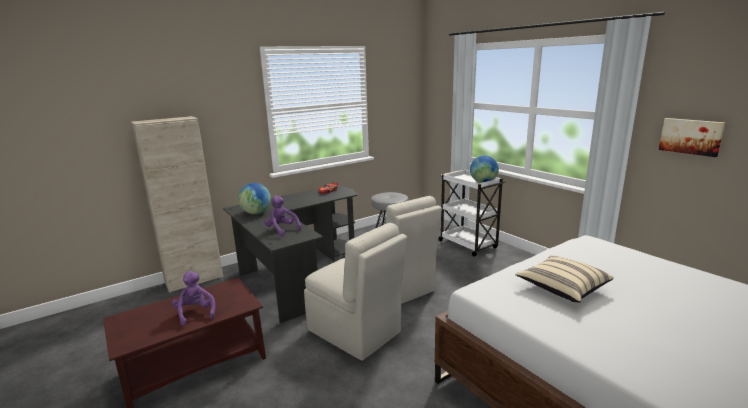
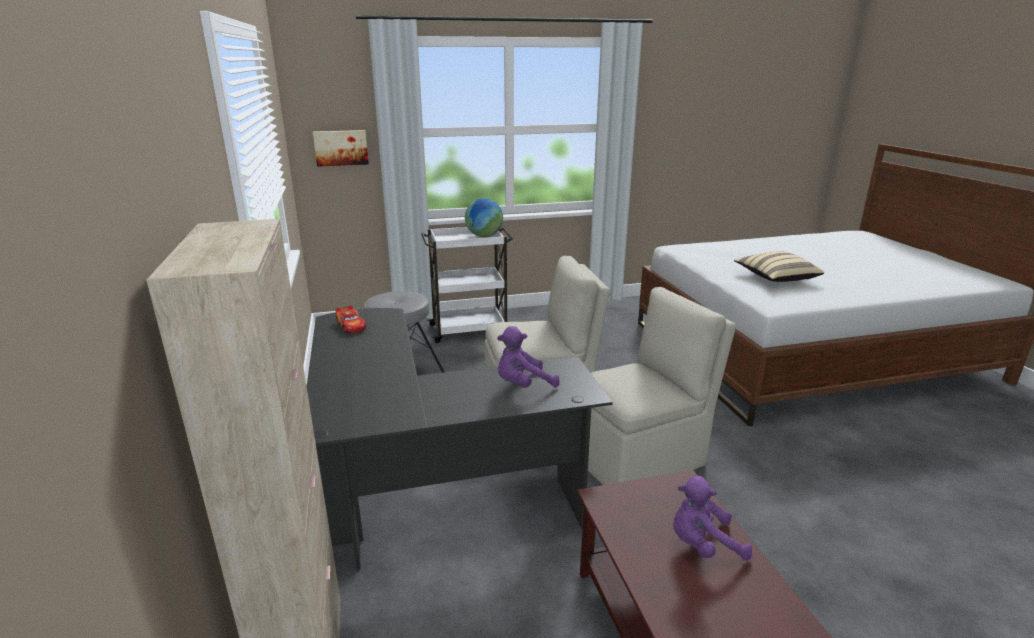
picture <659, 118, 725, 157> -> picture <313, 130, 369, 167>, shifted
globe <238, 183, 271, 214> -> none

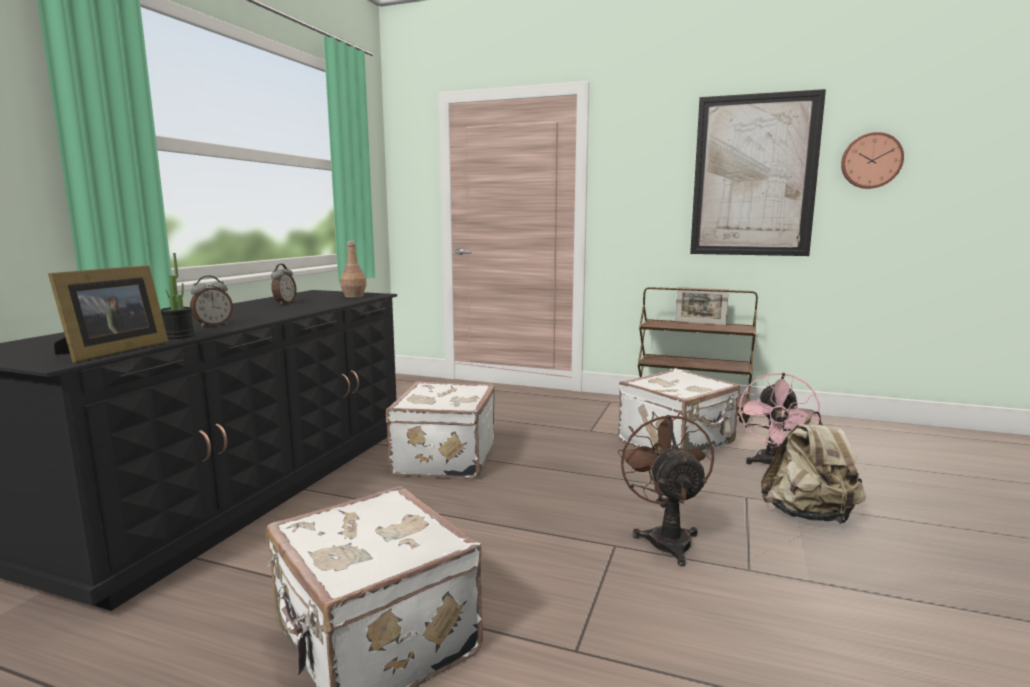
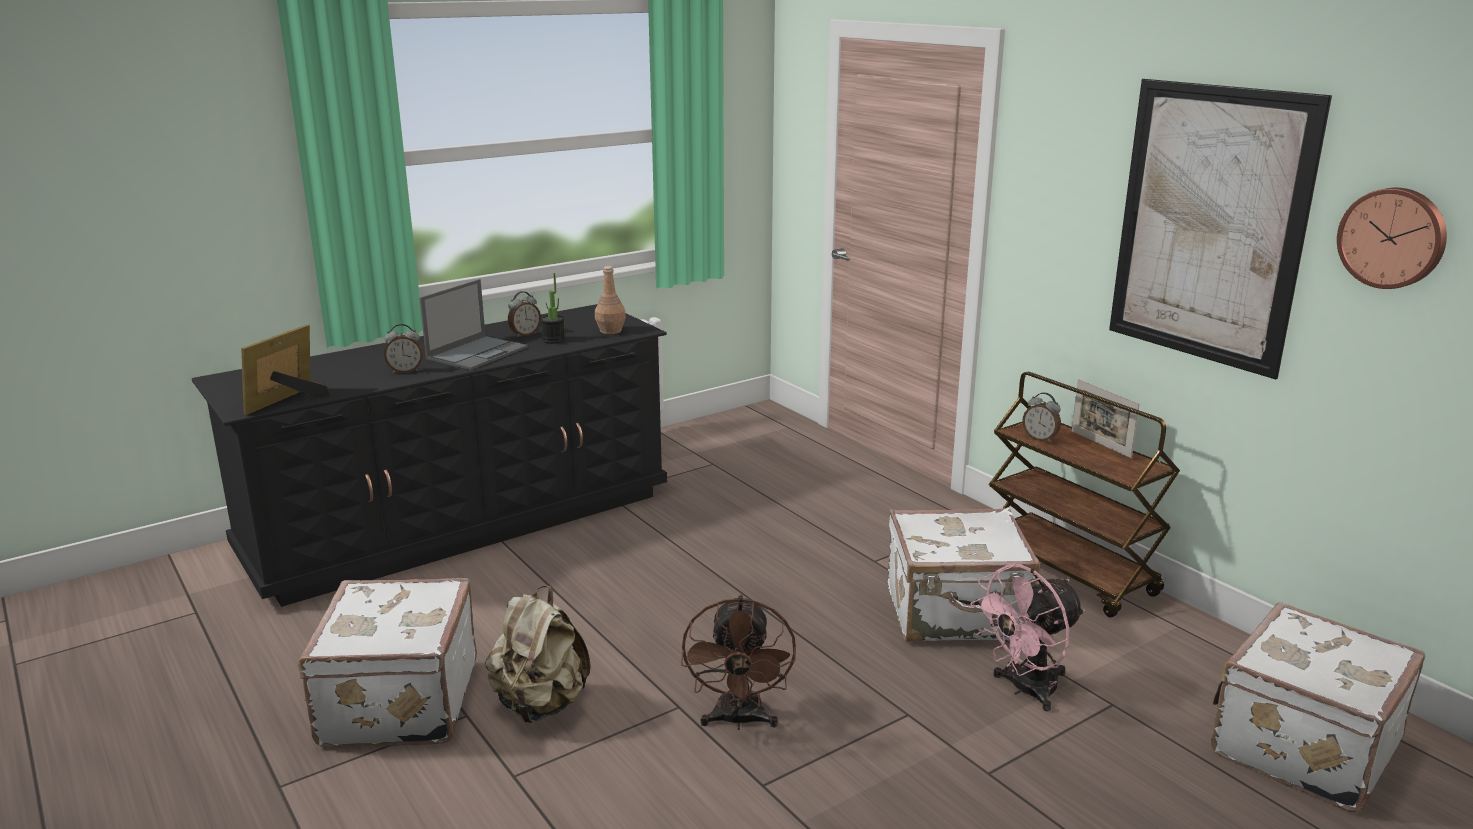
potted plant <160, 253, 195, 339> -> potted plant <541, 273, 565, 344>, shifted
picture frame <48, 265, 169, 363> -> picture frame <241, 324, 329, 415>, 150 degrees clockwise
white suitcase <386, 381, 495, 479> -> white suitcase <1211, 602, 1425, 813>, shifted
beige backpack <761, 411, 866, 524> -> beige backpack <485, 586, 591, 723>, shifted
brown fan <617, 412, 714, 566> -> brown fan <681, 594, 796, 730>, 150 degrees clockwise
none -> laptop <419, 279, 528, 370>
none -> alarm clock <1023, 392, 1061, 443>

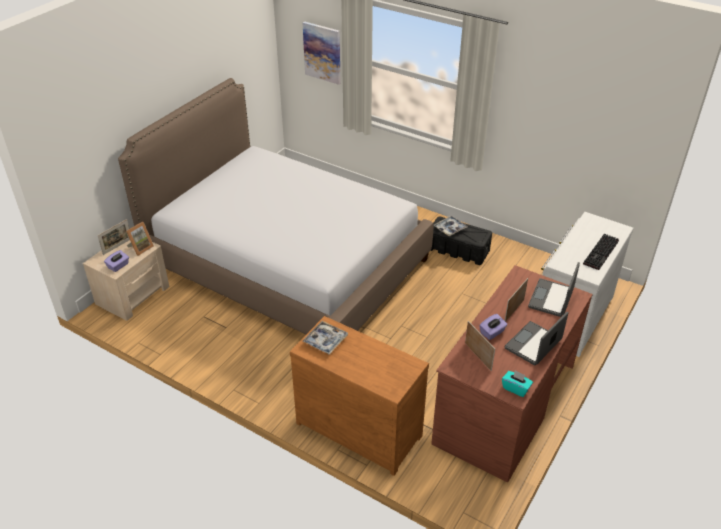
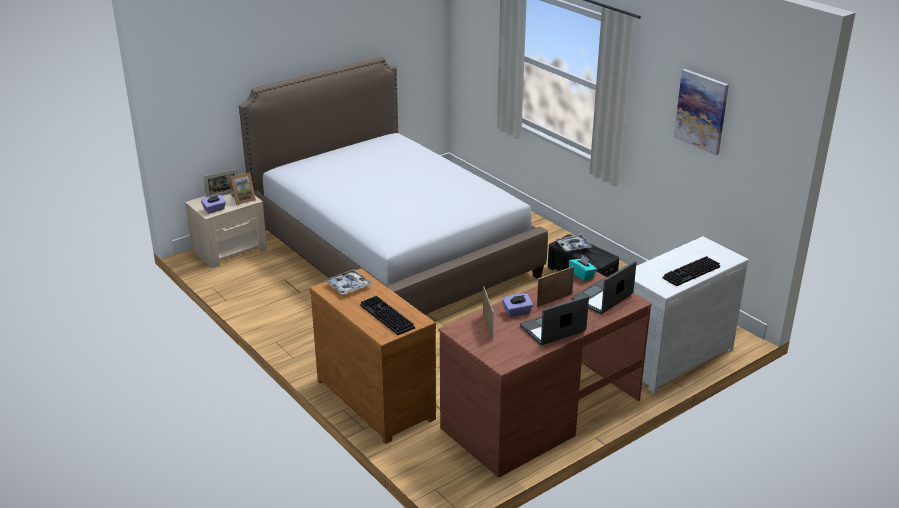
picture <303, 21, 341, 85> -> picture <674, 69, 729, 155>, shifted
turquoise tissue box <502, 370, 533, 397> -> turquoise tissue box <569, 255, 597, 281>, shifted
none -> keyboard <360, 296, 415, 335>

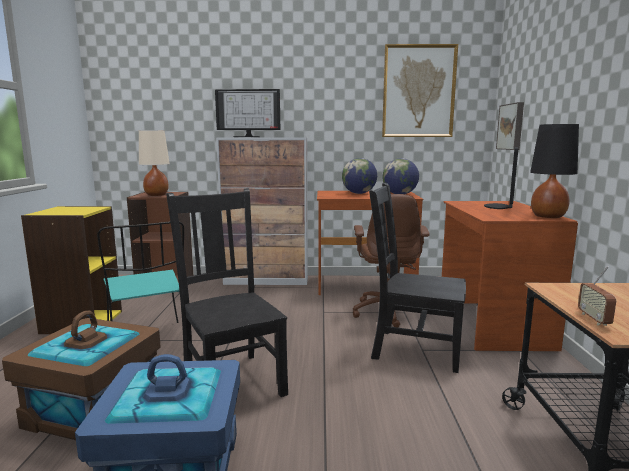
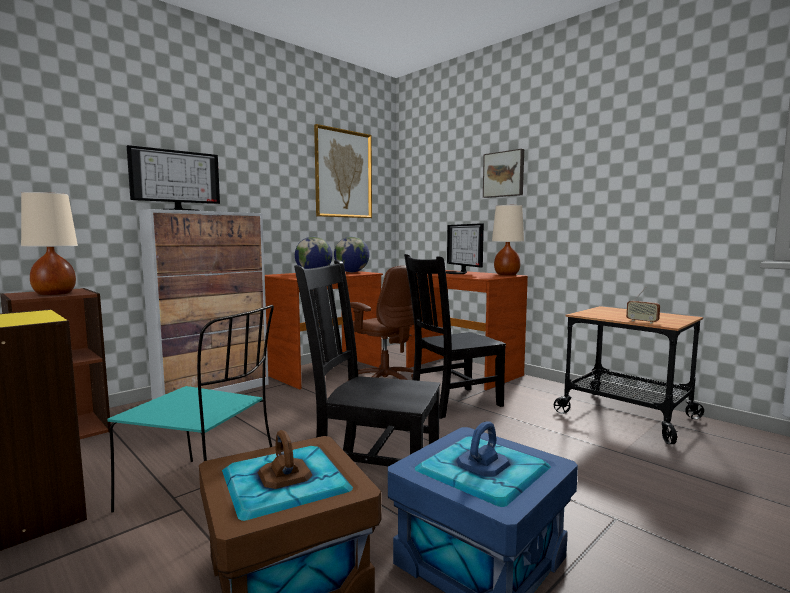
picture <496, 102, 524, 150> -> picture <483, 149, 524, 198>, shifted
black table lamp <530, 124, 579, 218> -> beige table lamp <492, 205, 524, 275>

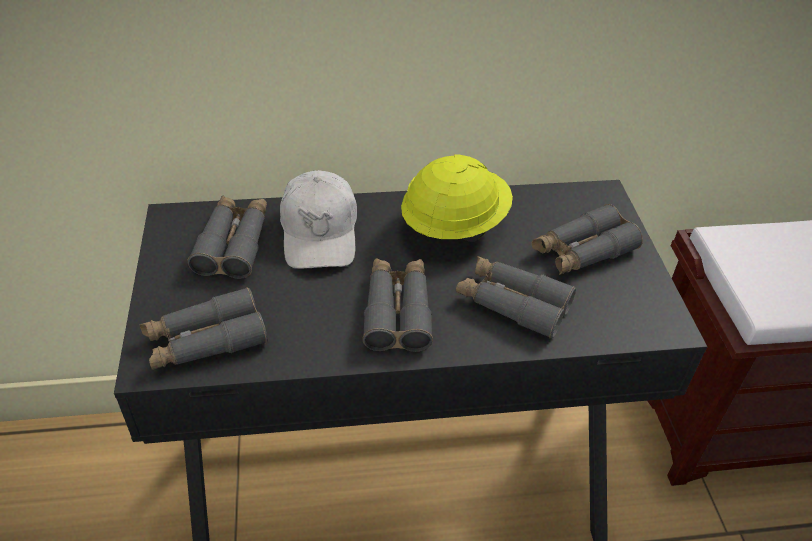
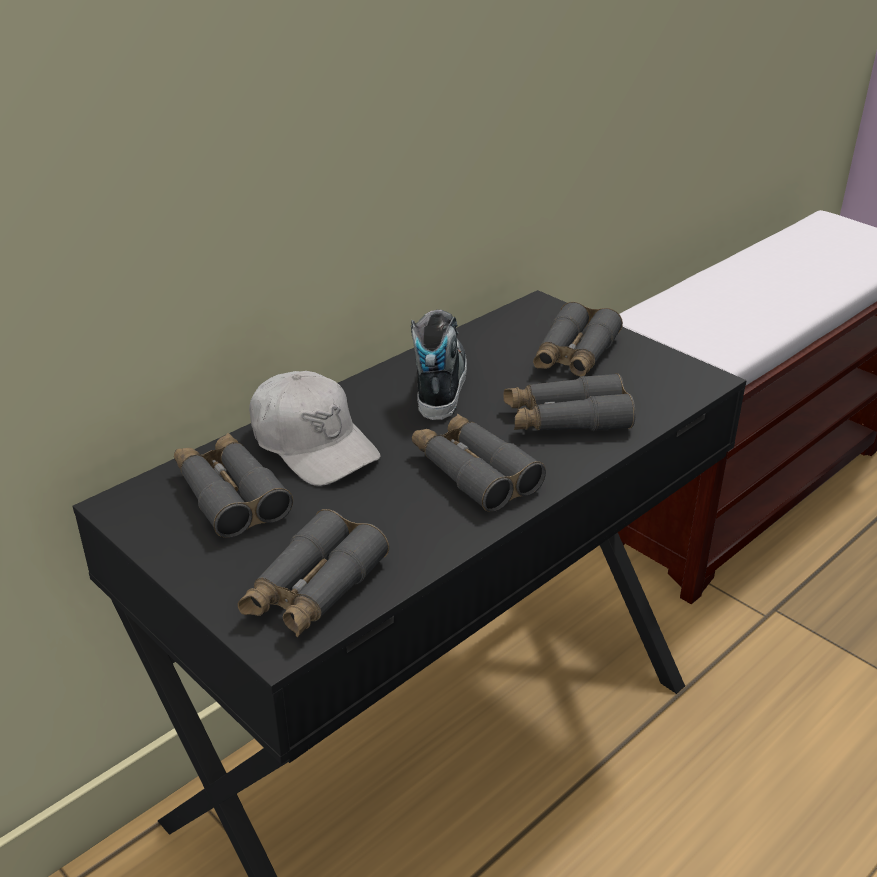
yellow hard hat <401, 154, 513, 242> -> shoe <411, 310, 467, 420>

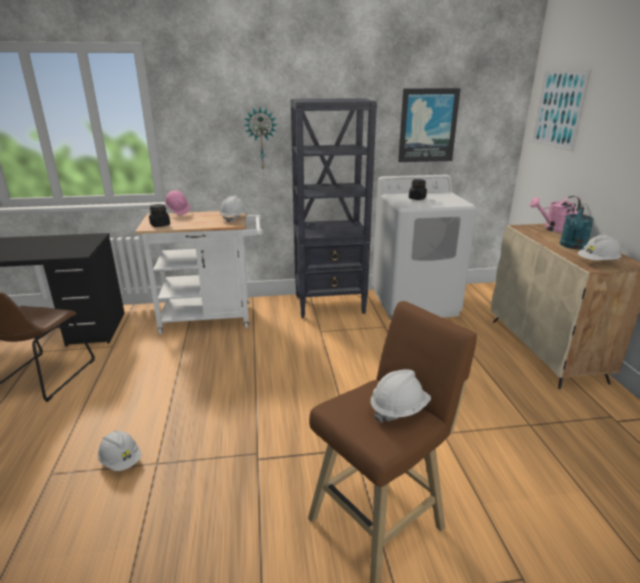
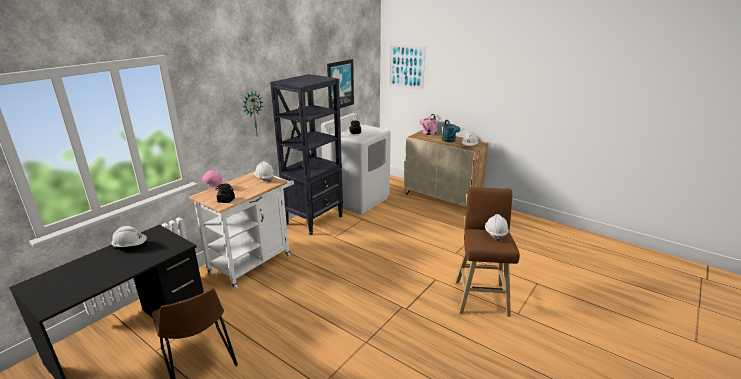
white hard hat <98, 430, 142, 471> -> white hard hat <111, 226, 147, 247>, shifted

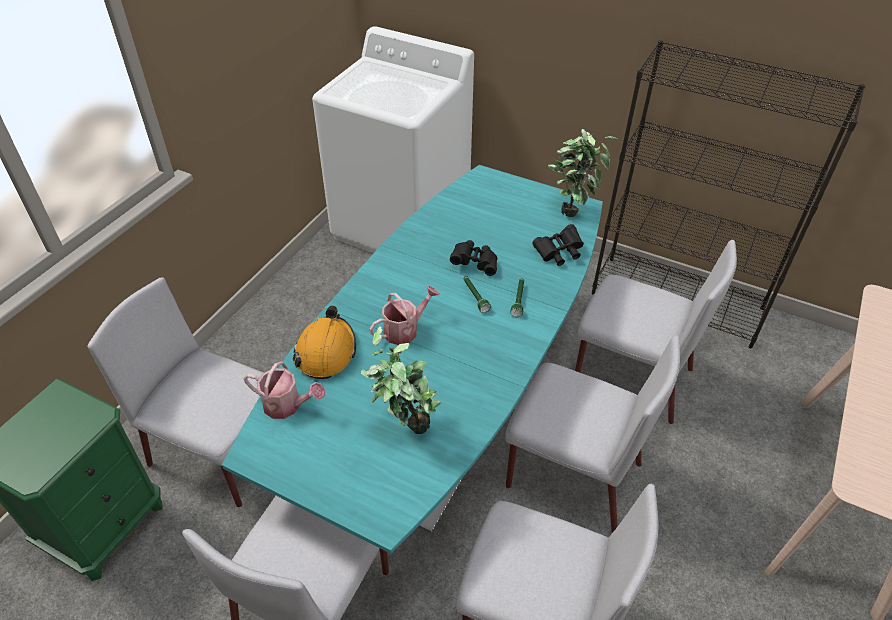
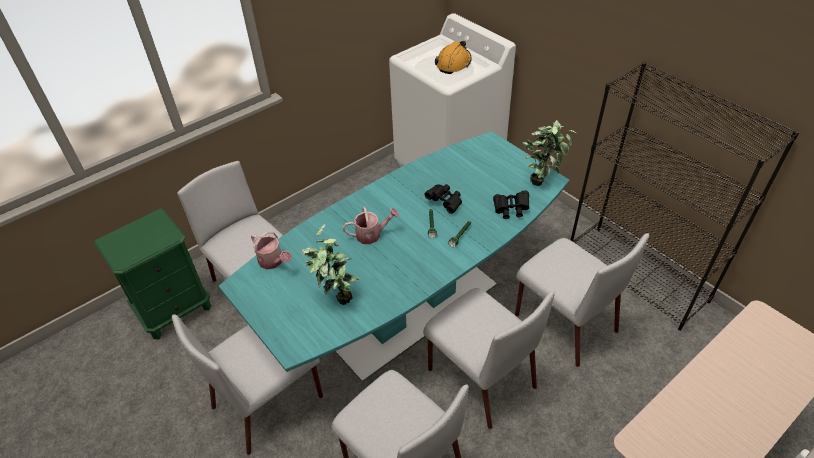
orange hard hat <293, 305, 356, 379> -> orange hard hat <435, 41, 472, 74>, shifted

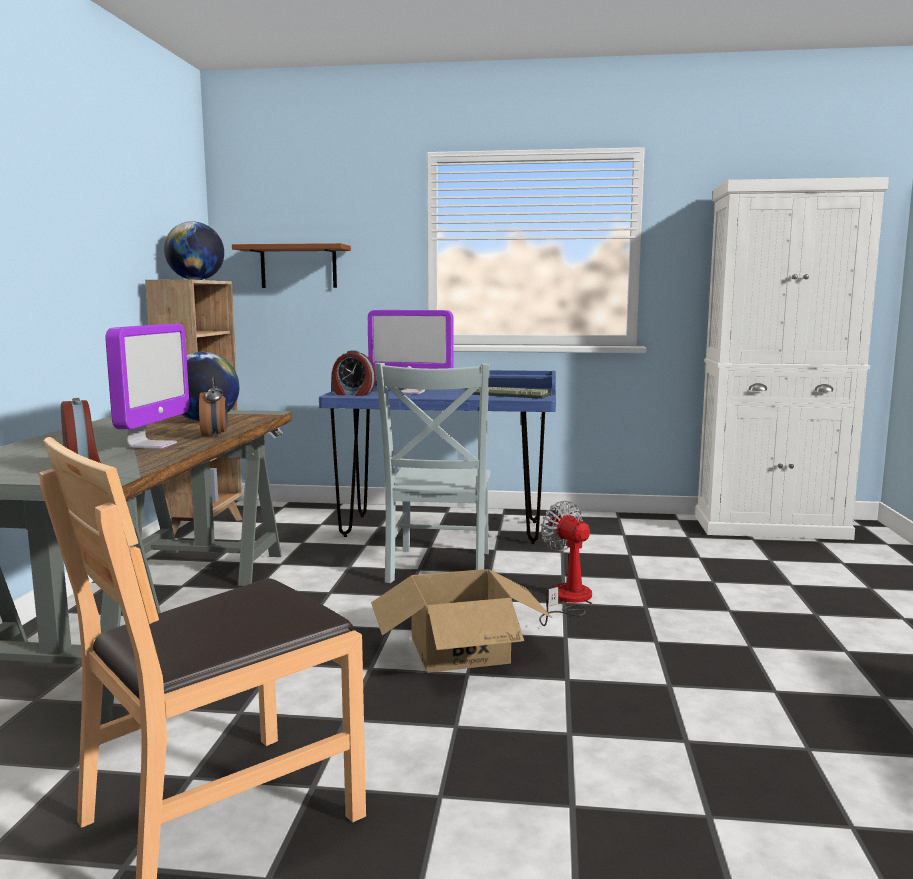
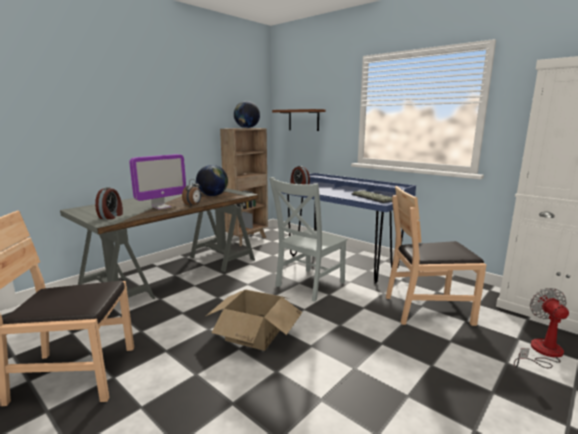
monitor <368, 310, 454, 394> -> none
fan <539, 500, 592, 626> -> fan <514, 288, 569, 368>, shifted
none -> brown chair <386, 186, 486, 326>

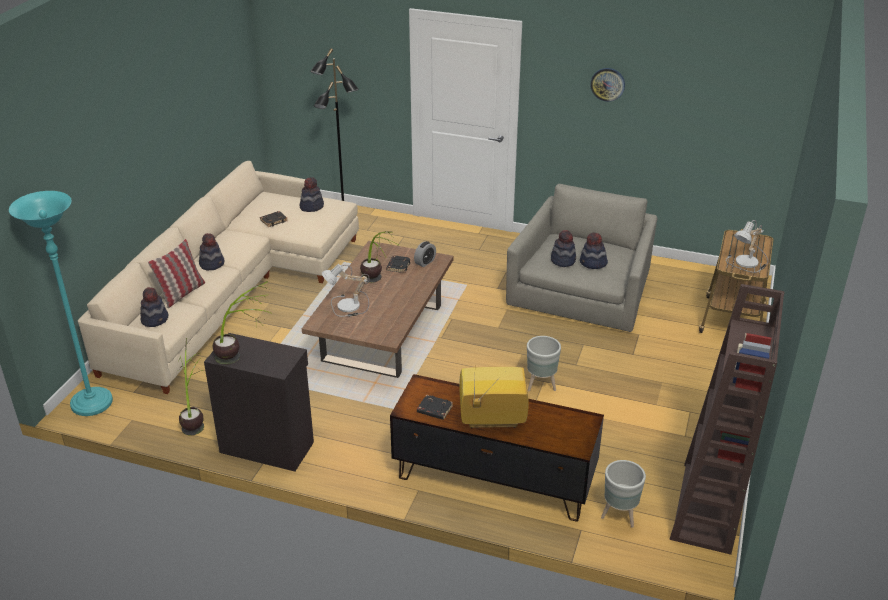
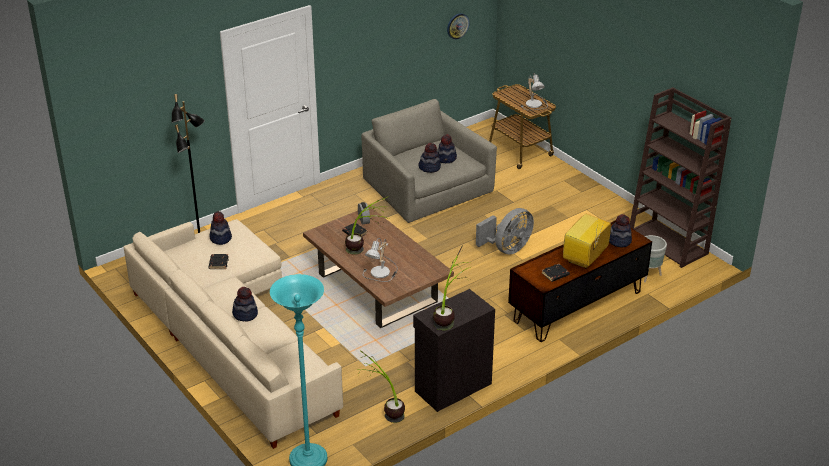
wall clock <590, 68, 625, 102> -> wall clock <447, 13, 469, 39>, shifted
pillow <148, 239, 205, 308> -> none
hat <140, 287, 168, 327> -> hat <609, 214, 632, 248>, shifted
grey planter <527, 336, 561, 391> -> grey fan <476, 208, 534, 255>

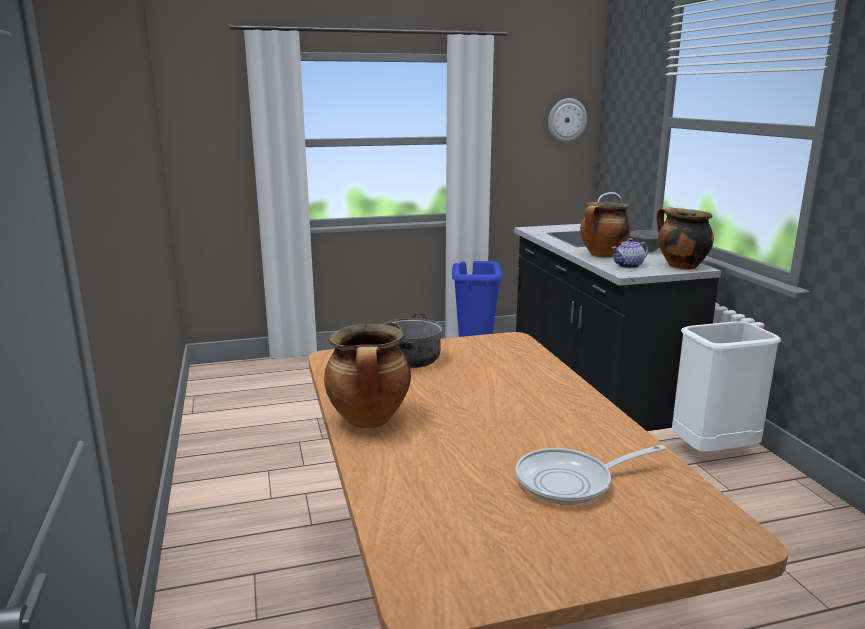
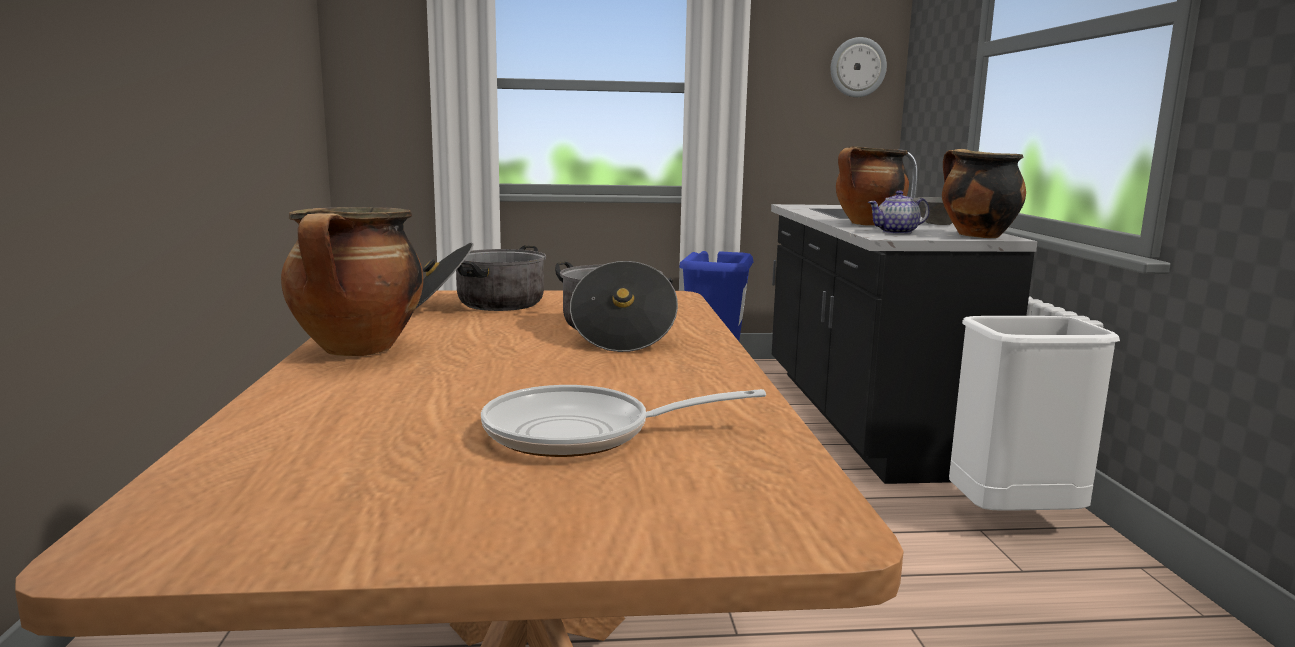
none -> cooking pot <555, 261, 678, 352>

